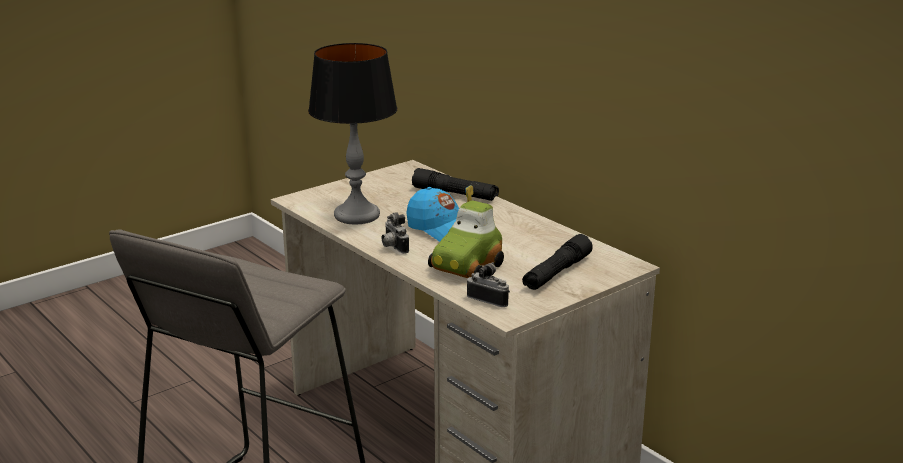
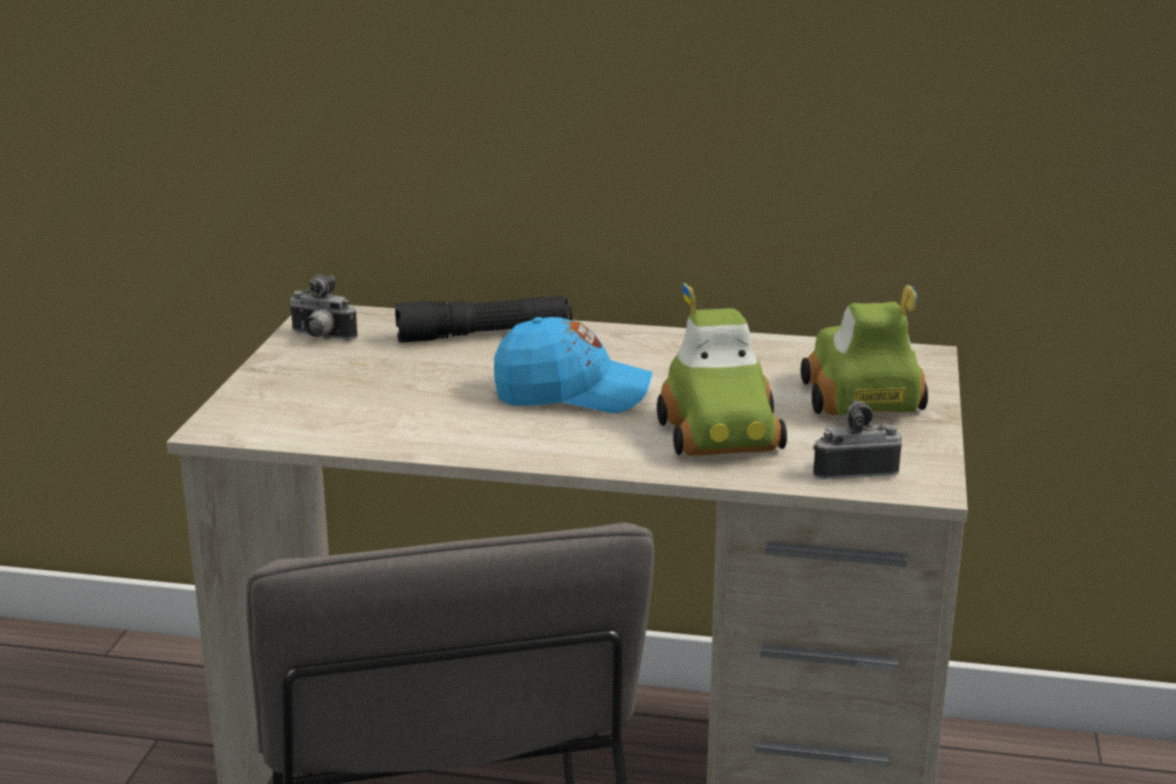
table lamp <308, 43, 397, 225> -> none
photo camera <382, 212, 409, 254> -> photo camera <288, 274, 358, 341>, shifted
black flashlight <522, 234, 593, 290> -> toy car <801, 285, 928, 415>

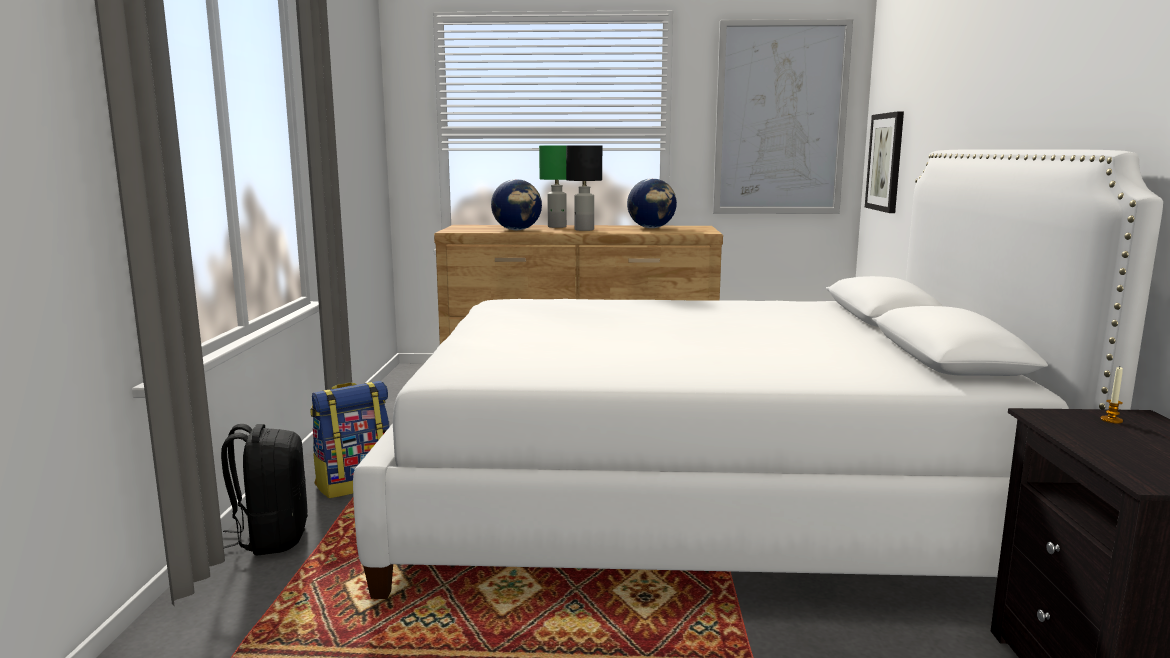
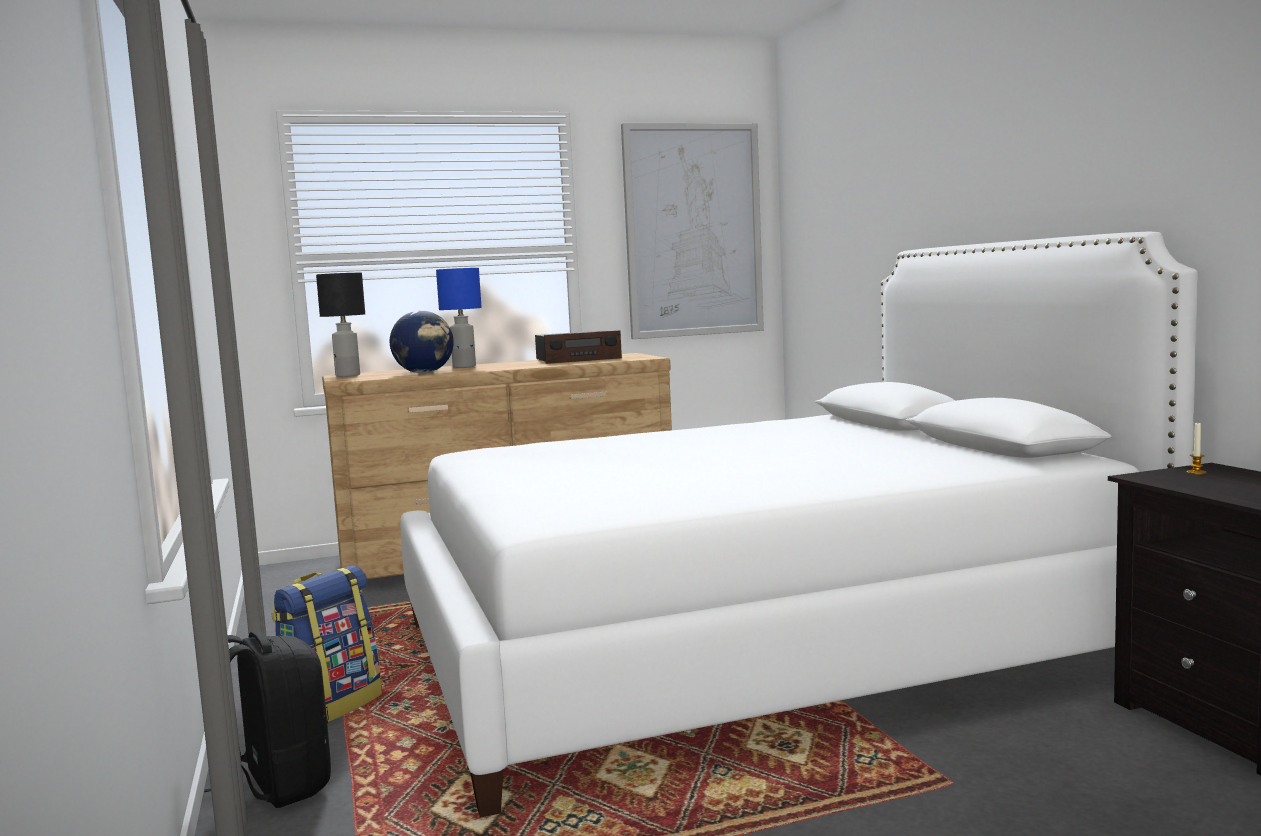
picture <865, 111, 904, 213> -> none
black table lamp <566, 145, 602, 231> -> black table lamp <316, 273, 365, 377>, shifted
green table lamp <539, 146, 567, 228> -> blue table lamp <436, 268, 482, 368>
globe <627, 178, 677, 228> -> radio <535, 330, 622, 364>

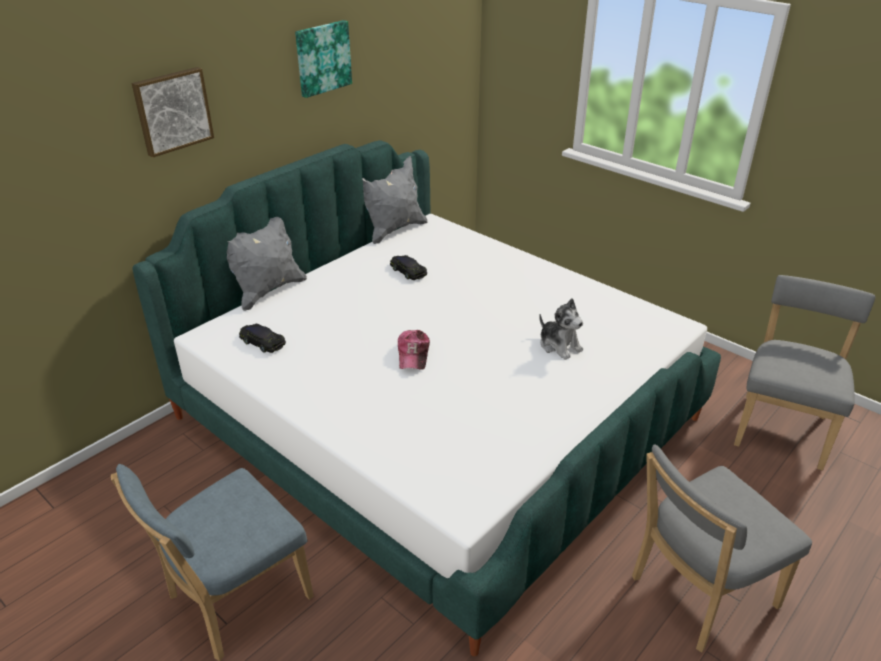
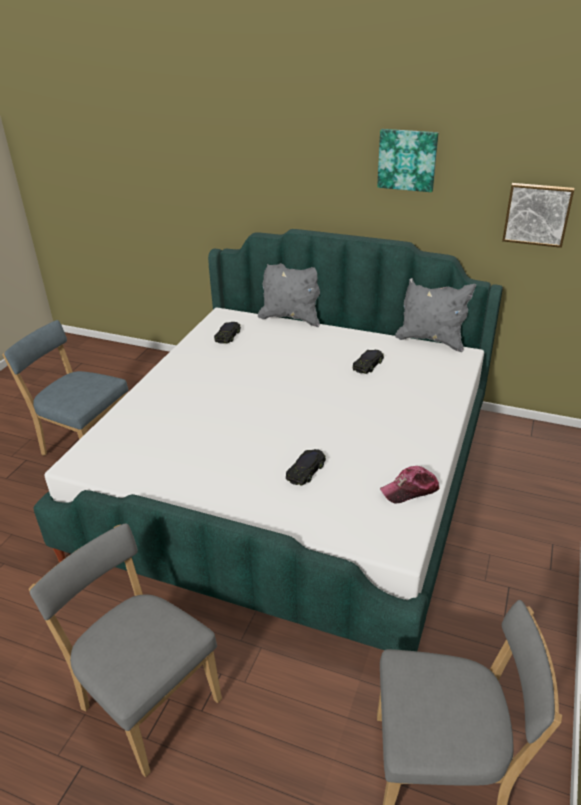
picture <132, 67, 214, 158> -> picture <502, 183, 574, 248>, shifted
plush toy <539, 298, 583, 360> -> black toy car <286, 449, 326, 485>
cap <398, 330, 430, 370> -> cap <380, 466, 440, 504>, shifted

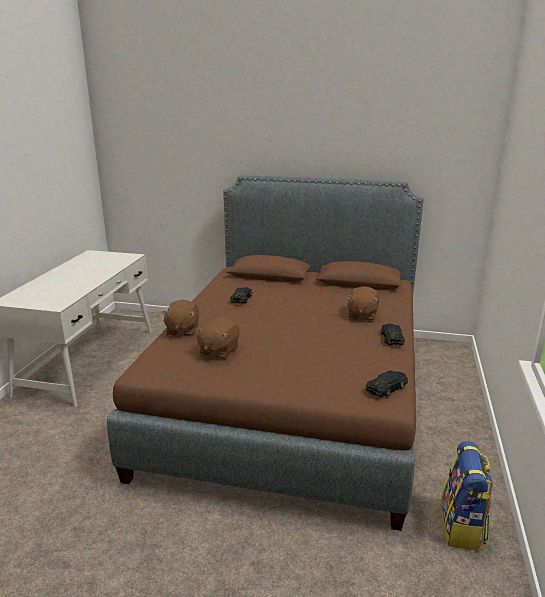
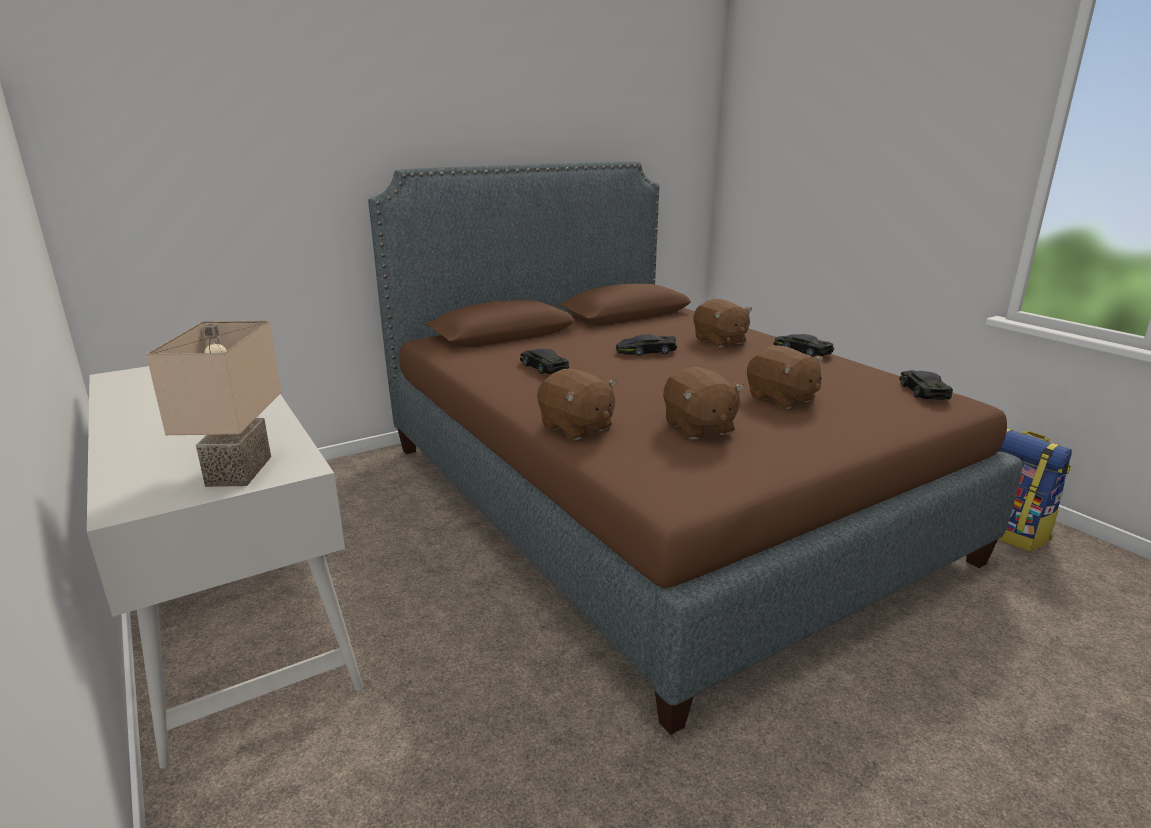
none -> beige table lamp <146, 321, 281, 487>
none -> black toy car <616, 334, 677, 356>
none -> brown plush toy <747, 345, 823, 409>

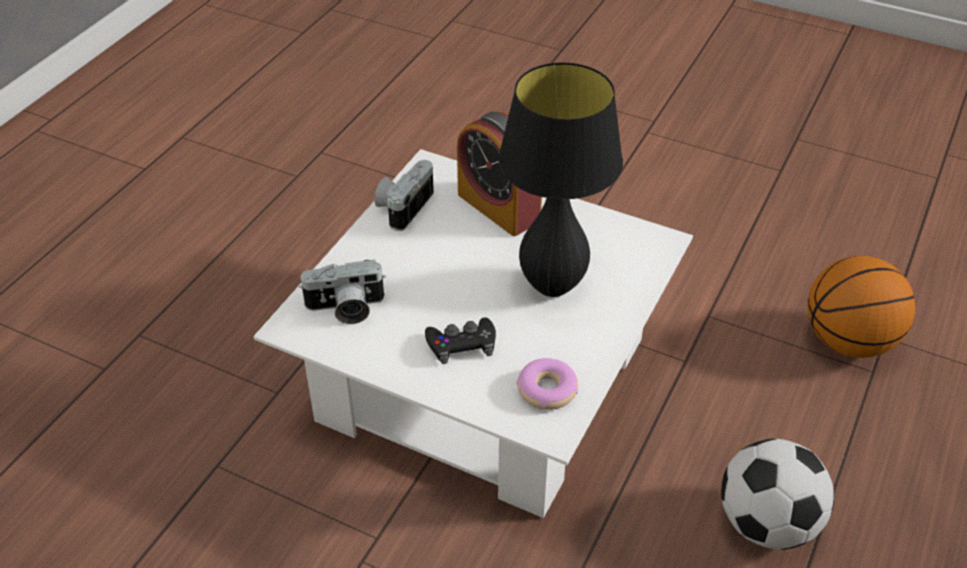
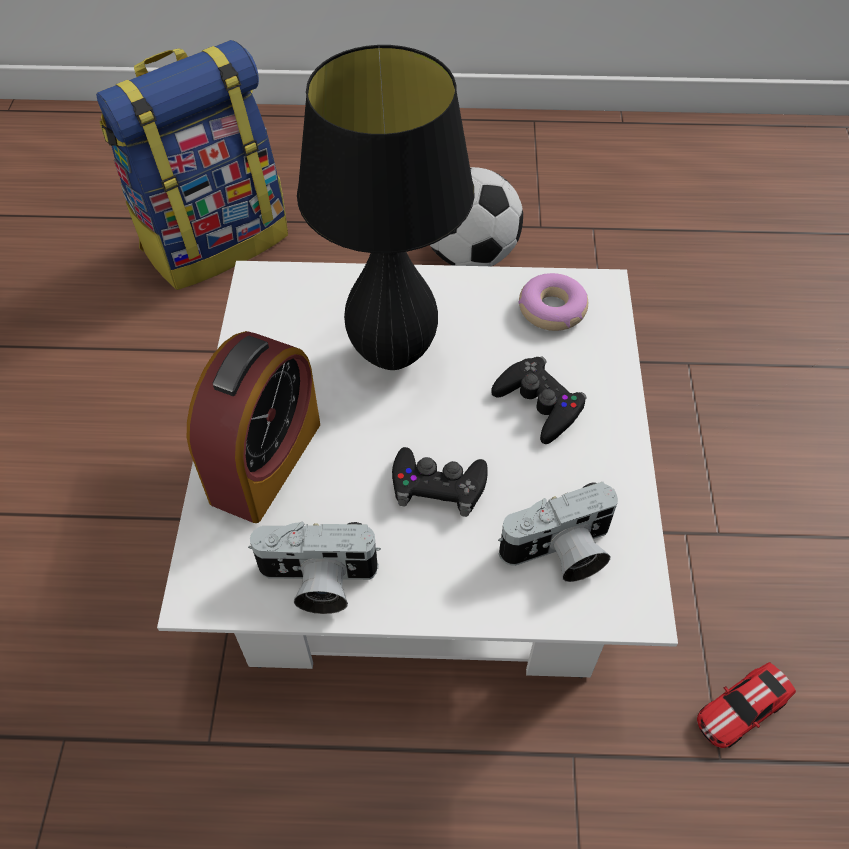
basketball <807, 256, 915, 358> -> backpack <96, 40, 288, 290>
photo camera <299, 260, 386, 324> -> photo camera <498, 482, 618, 582>, 105 degrees clockwise
none -> black game controller <392, 447, 488, 517>
none -> toy car <697, 662, 796, 748>

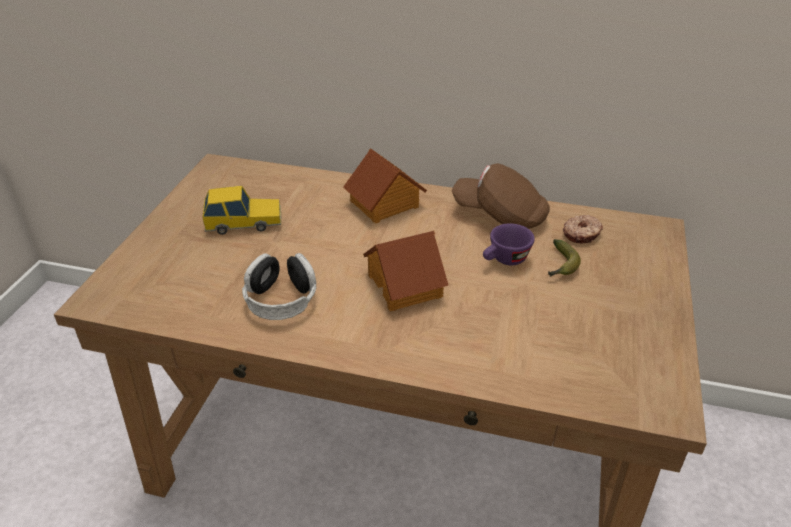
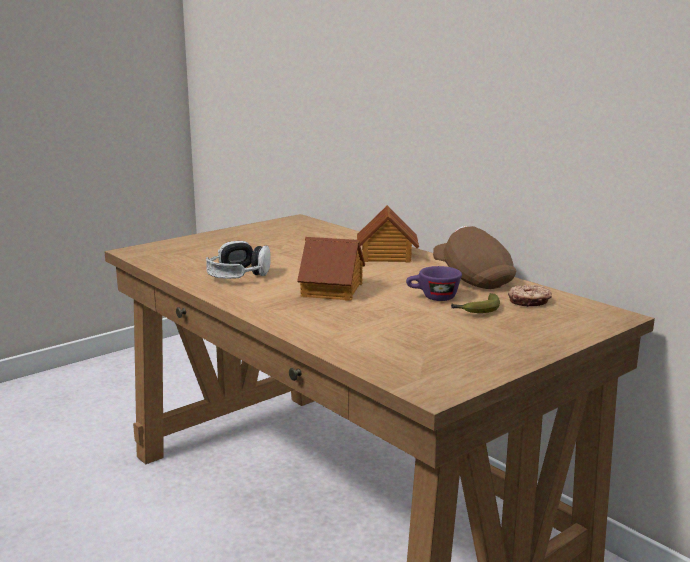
toy car <202, 186, 281, 235> -> none

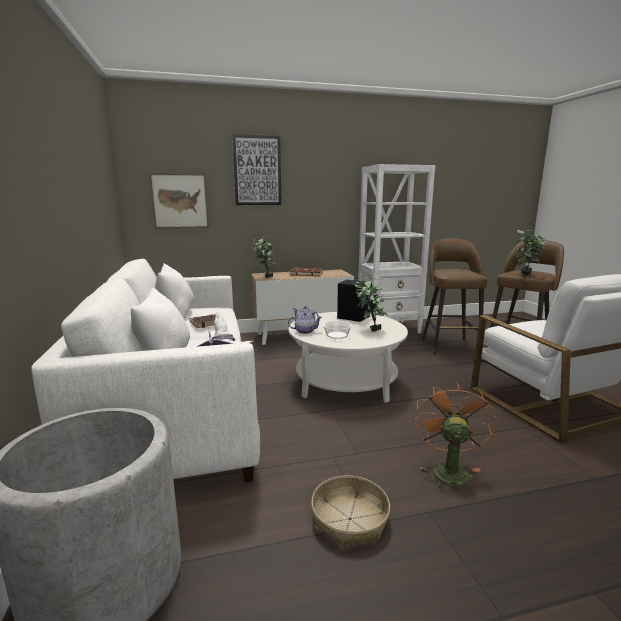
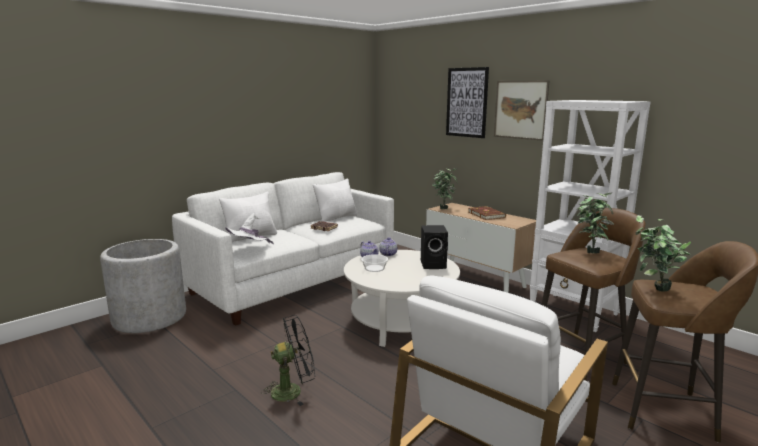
picture <149, 173, 209, 229> -> picture <494, 81, 549, 141>, shifted
potted plant <354, 275, 388, 332> -> potted plant <577, 193, 614, 253>, shifted
orange fan <414, 382, 496, 493> -> black fan <261, 315, 315, 406>
basket <311, 476, 390, 547> -> none

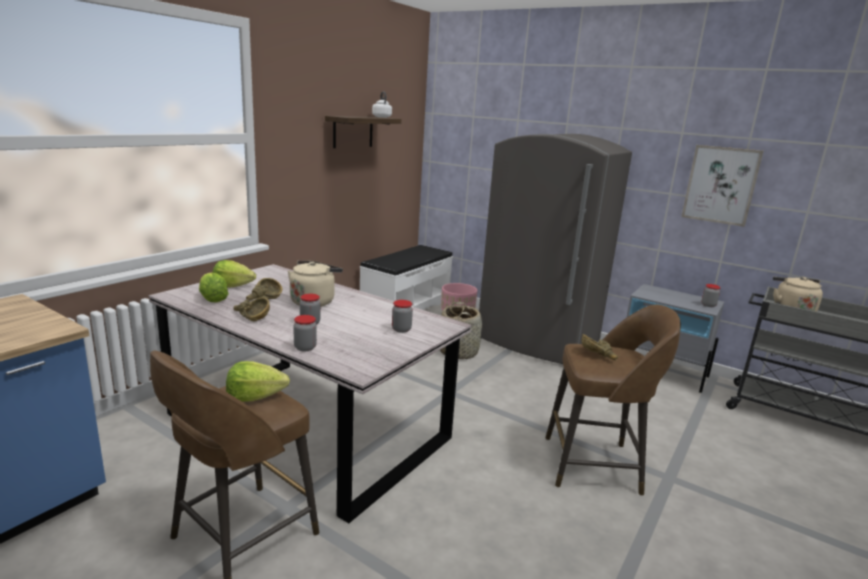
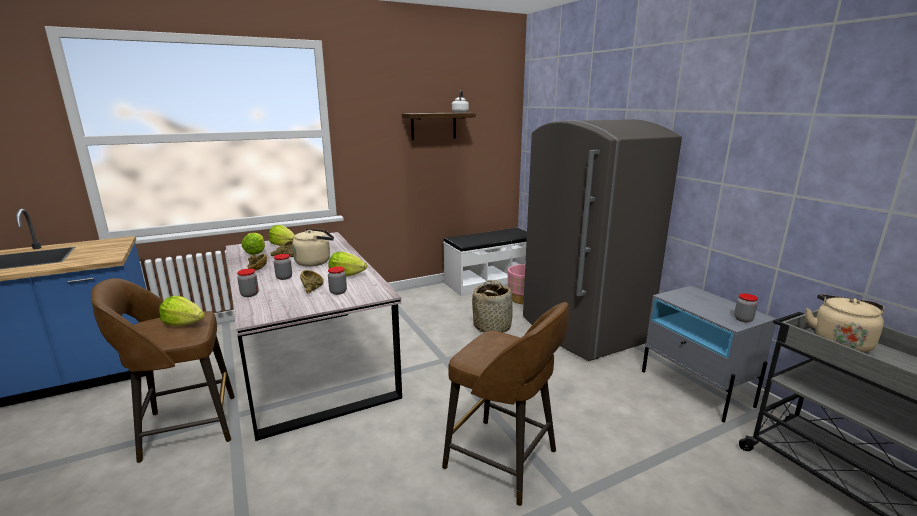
picture <681, 145, 764, 227> -> none
brown bowl <582, 334, 618, 360> -> brown bowl <300, 270, 324, 294>, shifted
none -> lettuce <328, 252, 367, 276>

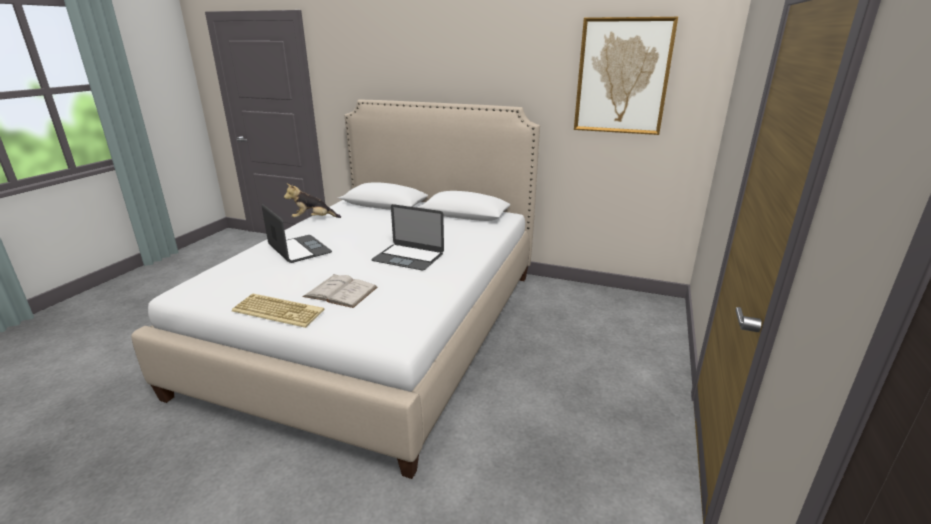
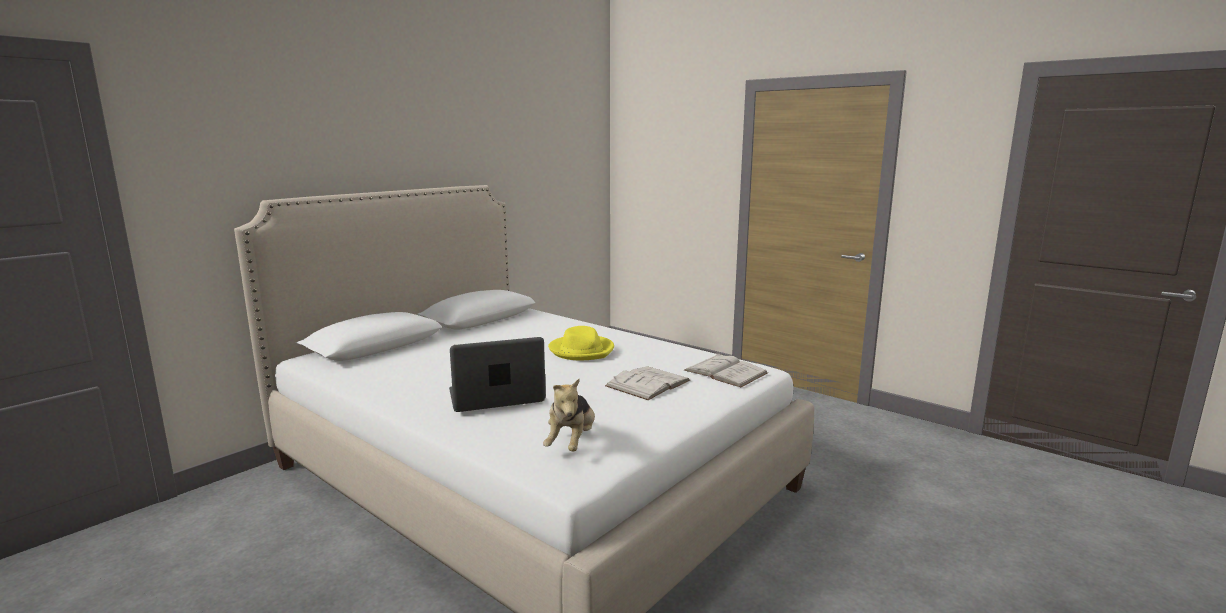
picture <574, 17, 678, 135> -> none
plush toy <284, 183, 341, 218> -> plush toy <543, 378, 595, 451>, shifted
laptop <371, 204, 444, 270> -> yellow hat <548, 326, 614, 360>
keyboard <232, 294, 324, 328> -> none
none -> white book <684, 353, 768, 387>

